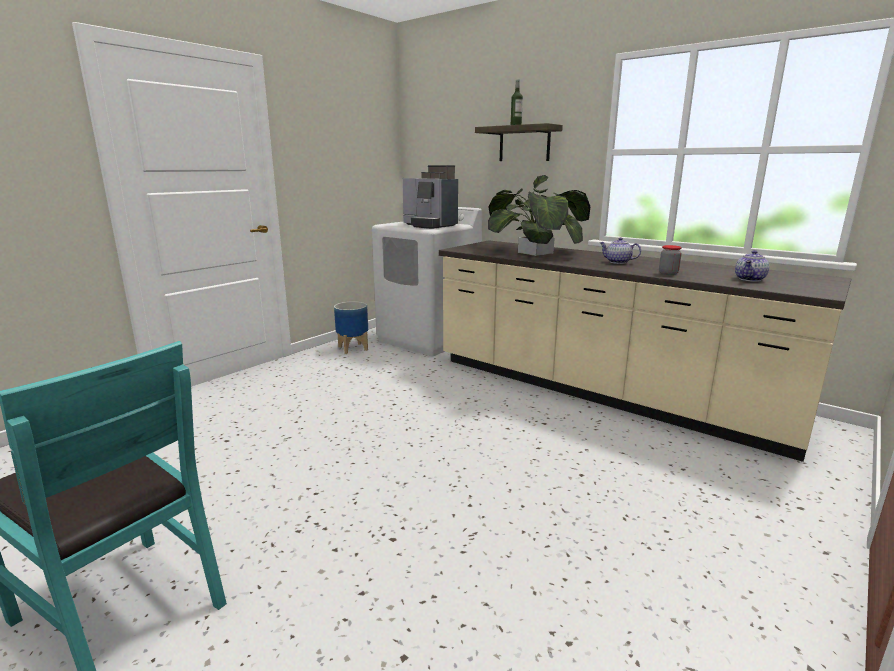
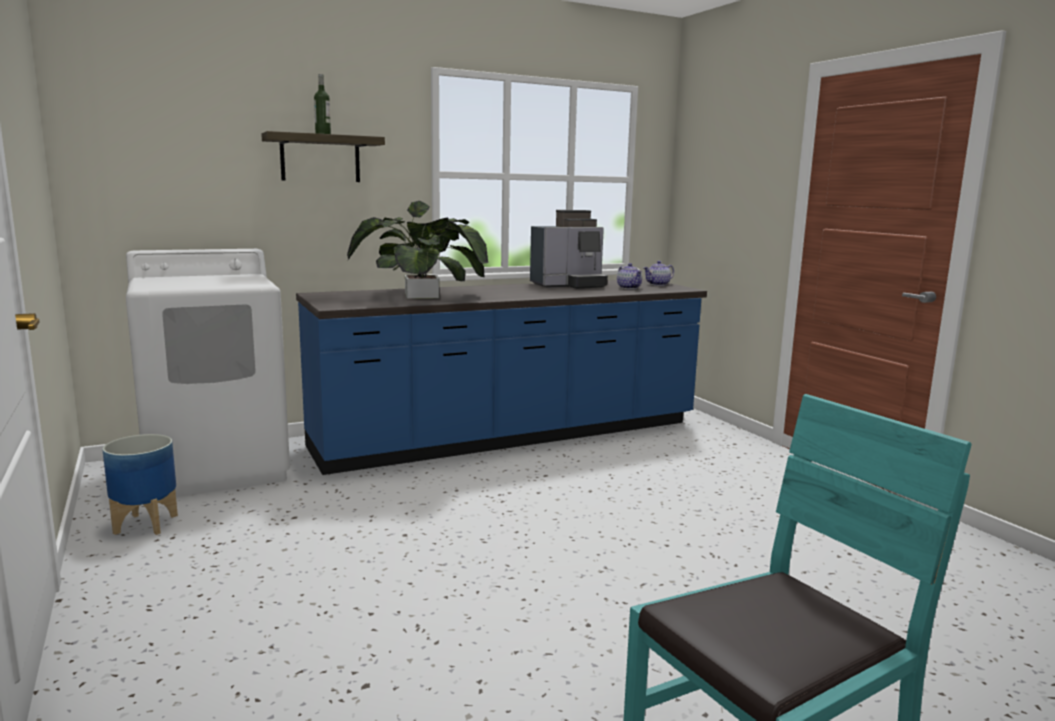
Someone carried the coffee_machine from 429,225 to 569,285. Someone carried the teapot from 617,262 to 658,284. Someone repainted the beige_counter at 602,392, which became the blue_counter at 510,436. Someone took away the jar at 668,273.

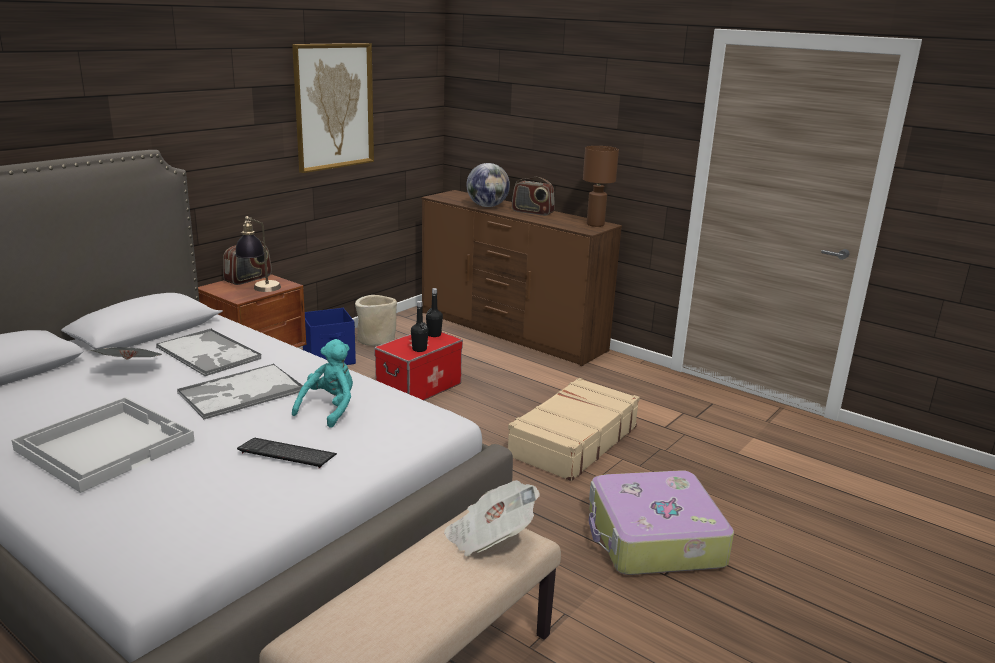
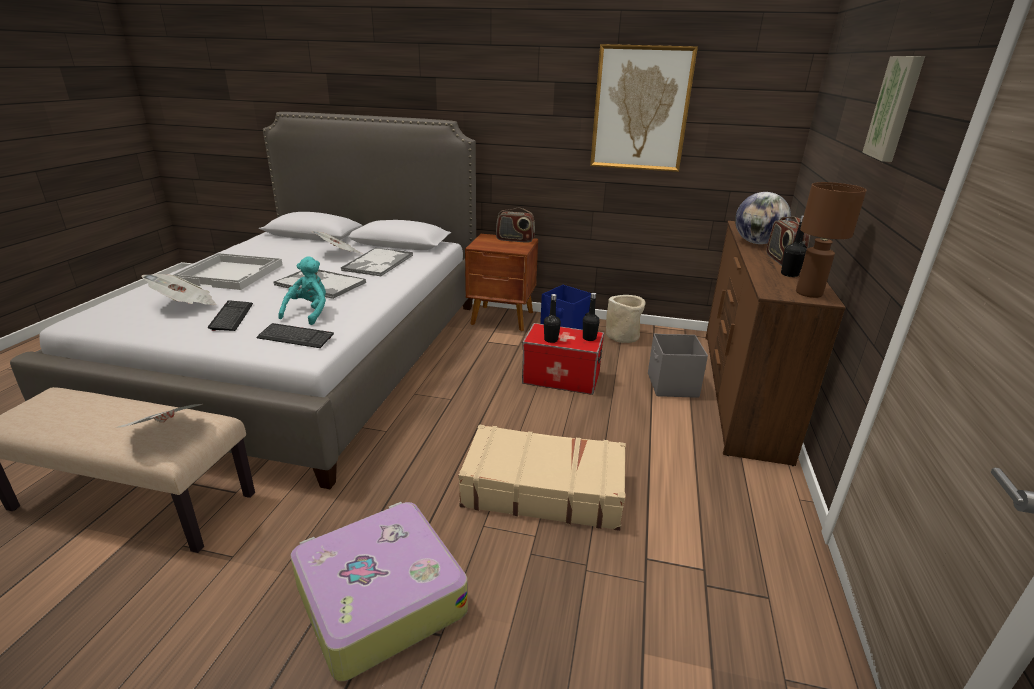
Someone took away the table_lamp at 260,291. Someone rotated the turquoise_plush_toy at 329,409 by 75 degrees counterclockwise. Someone put up the picture at 896,108. Someone put down the black_bottle at 789,274. Someone put down the newspaper at 185,304. Someone put down the keyboard at 295,337. Someone put down the grey_storage_box at 672,386.

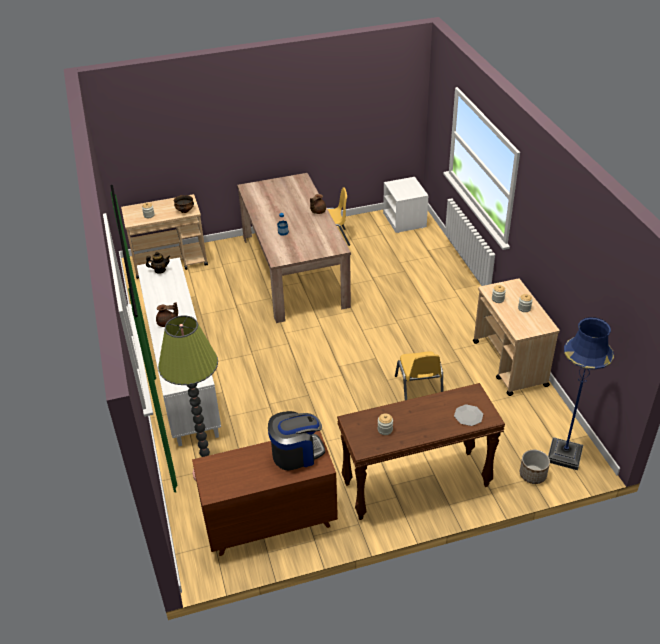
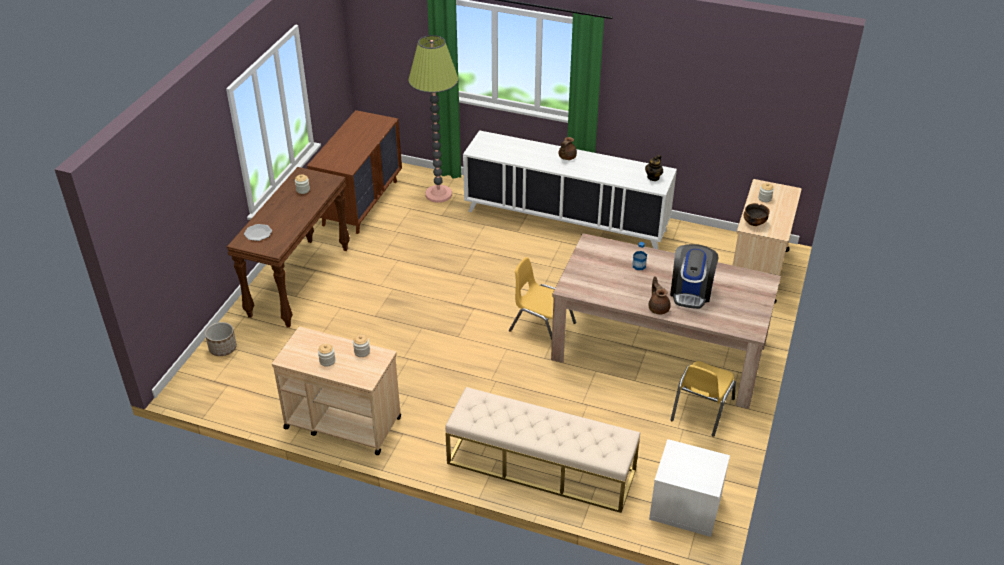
Someone took away the blue_floor_lamp at 564,455. Someone carried the yellow_chair from 419,390 to 541,327. Someone carried the coffee_machine from 296,453 to 691,292. Someone put down the beige_bench at 540,467.

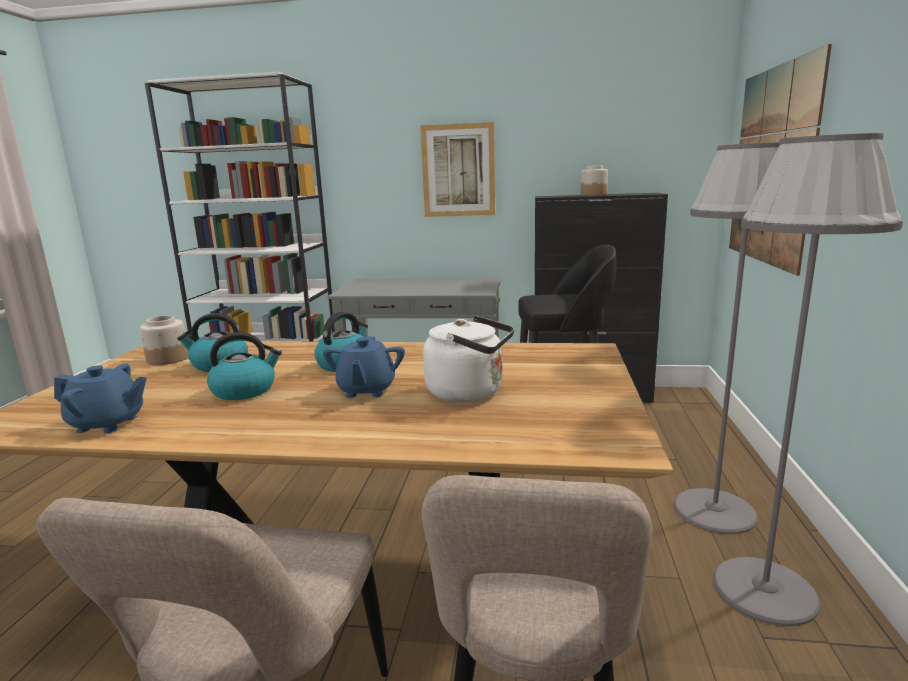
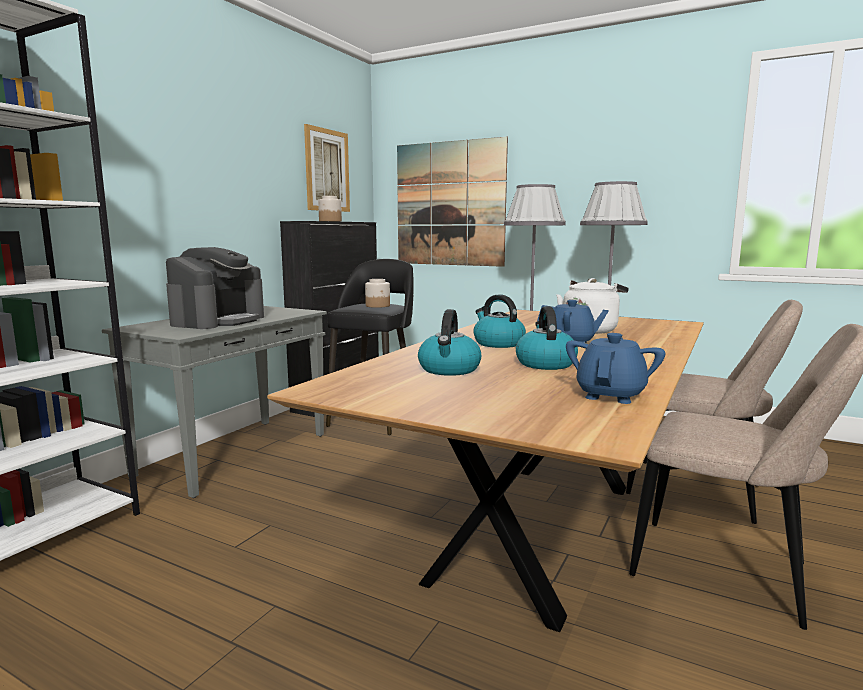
Someone carried the picture from 458,170 to 327,170. Someone carried the jar from 167,359 to 378,306. Someone put down the coffee_machine at 218,321.

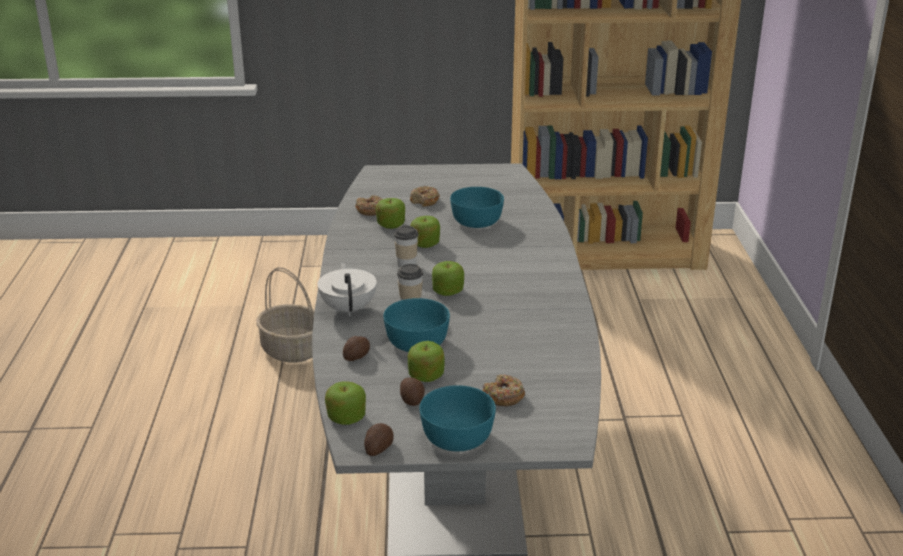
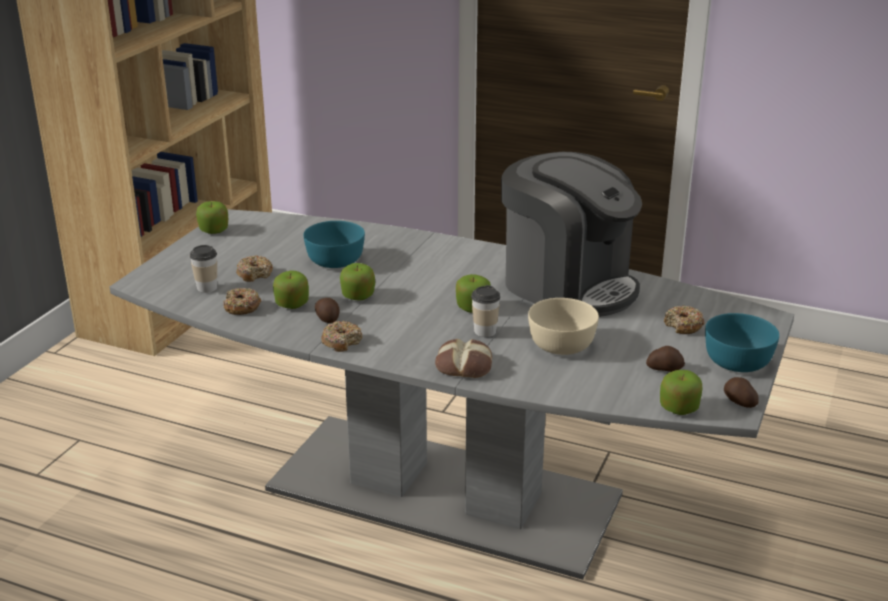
Someone carried the cup from 406,264 to 207,288. Someone swapped the white_teapot at 349,308 for the bread at 464,365. Someone took away the basket at 293,350. Someone repainted the turquoise_bowl at 416,342, which became the beige_bowl at 561,344. Someone carried the potato from 357,356 to 327,318. Someone carried the apple from 426,376 to 214,230. Someone put down the coffee_machine at 568,286. Someone put down the donut at 341,342.

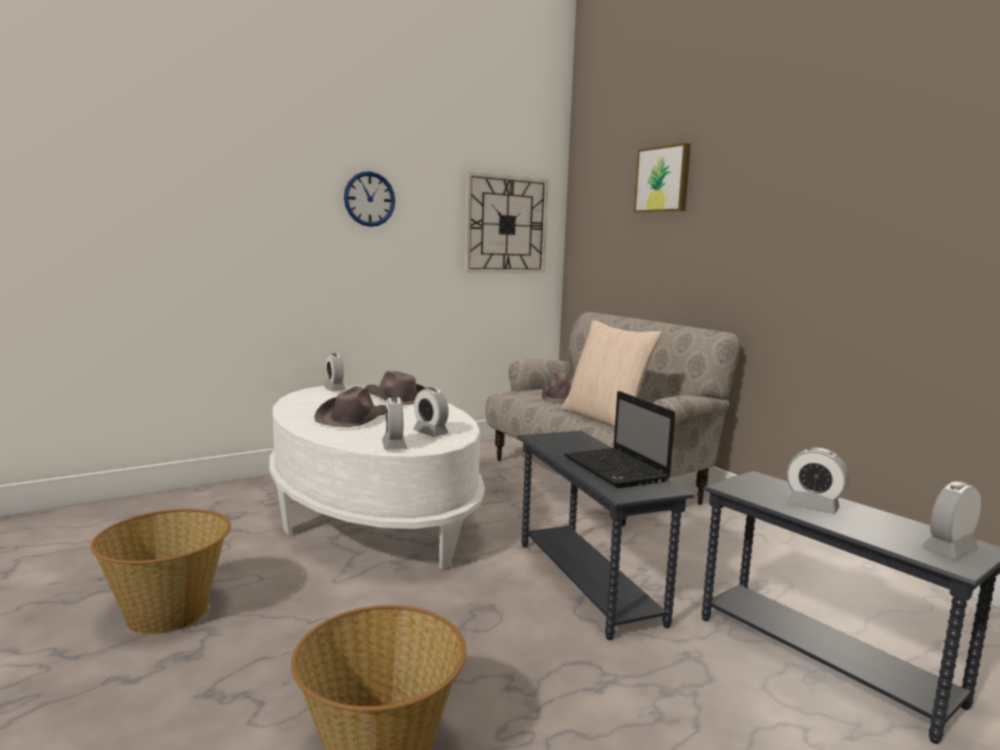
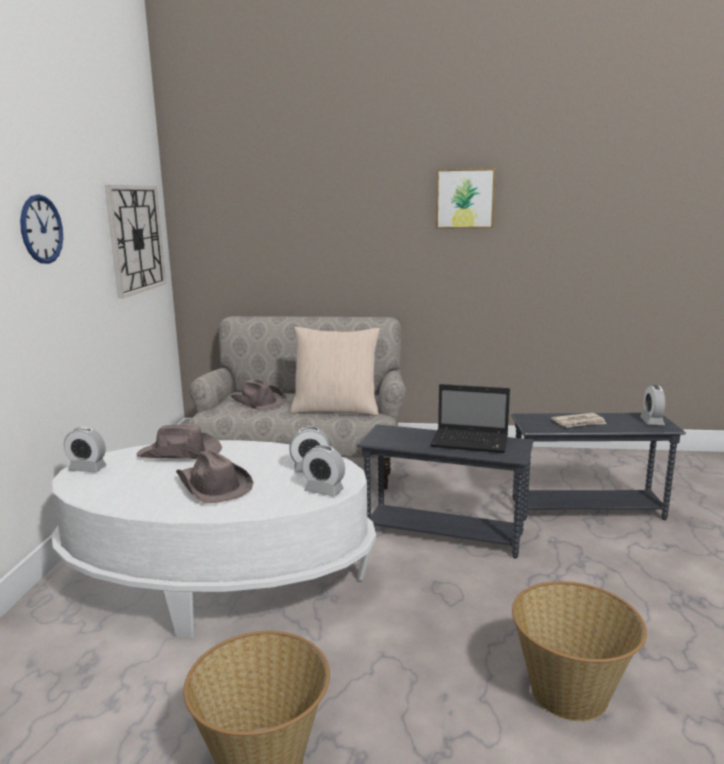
Someone carried the picture from 663,179 to 464,198. Someone swapped the alarm_clock at 813,506 for the newspaper at 579,423.

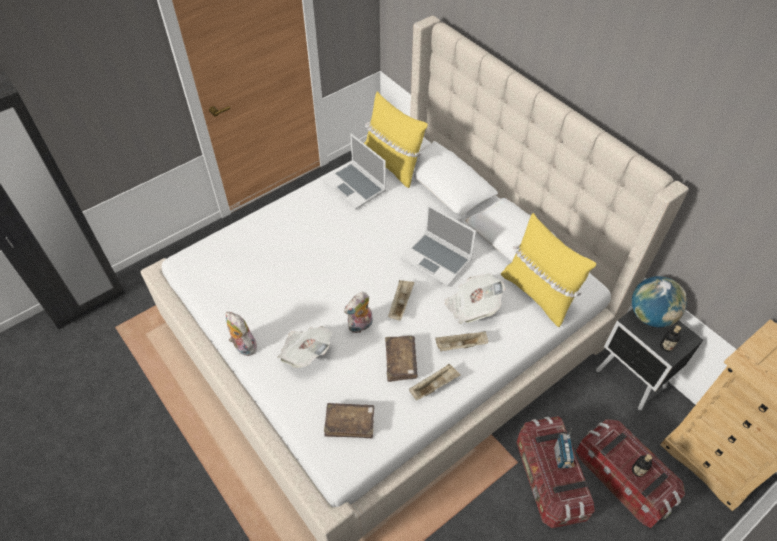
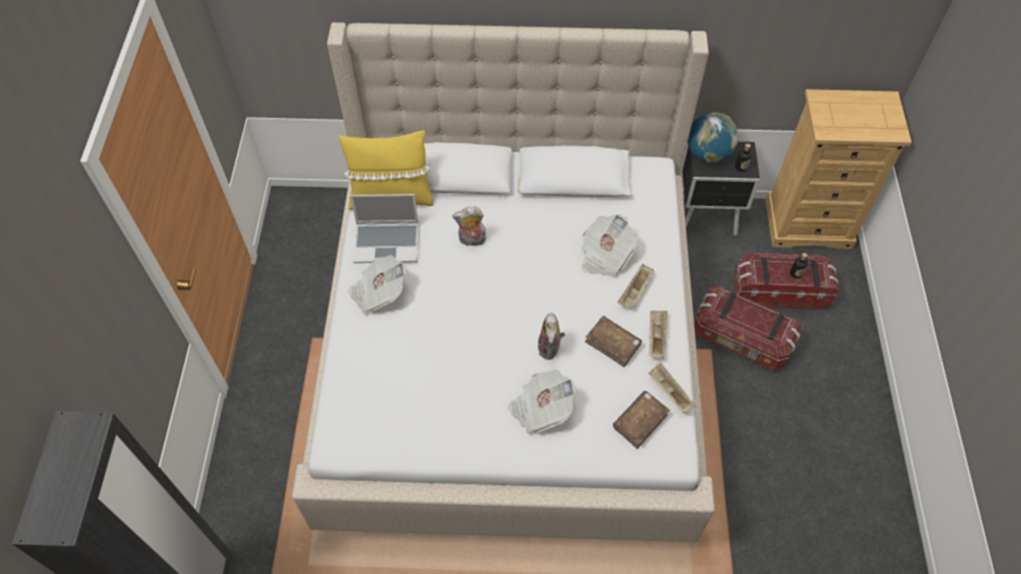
Someone took away the laptop at 437,260. Someone took away the yellow_pillow at 538,294. Someone carried the beige_tray from 400,304 to 669,392. Someone carried the plush_toy from 243,346 to 471,241. Someone took away the radio at 561,457. Someone put down the newspaper at 378,292.

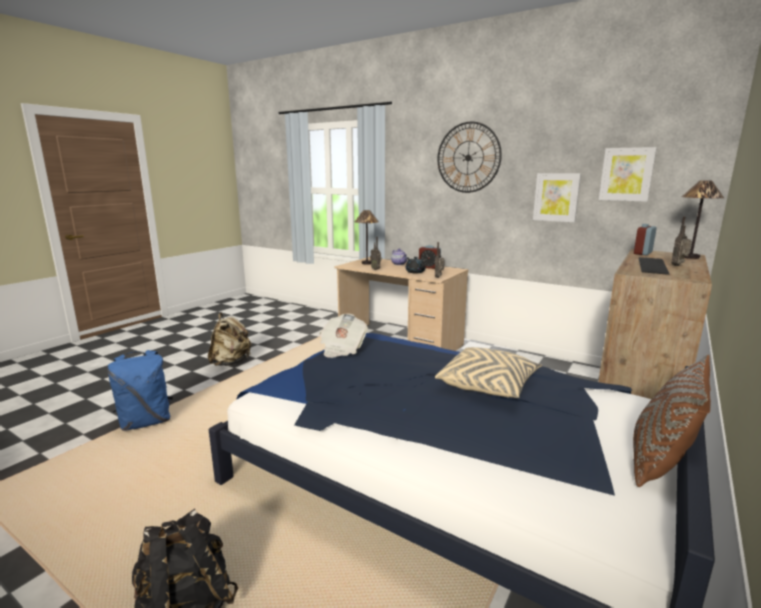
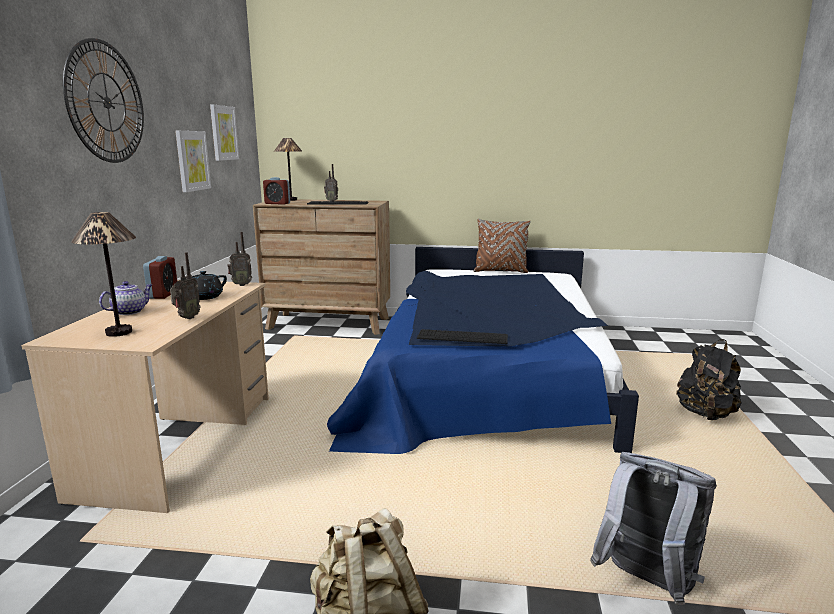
Someone swapped the newspaper at 342,348 for the keyboard at 462,337. Someone took away the beige_pillow at 488,385. Someone repainted the blue_backpack at 146,422, which became the grey_backpack at 645,583.

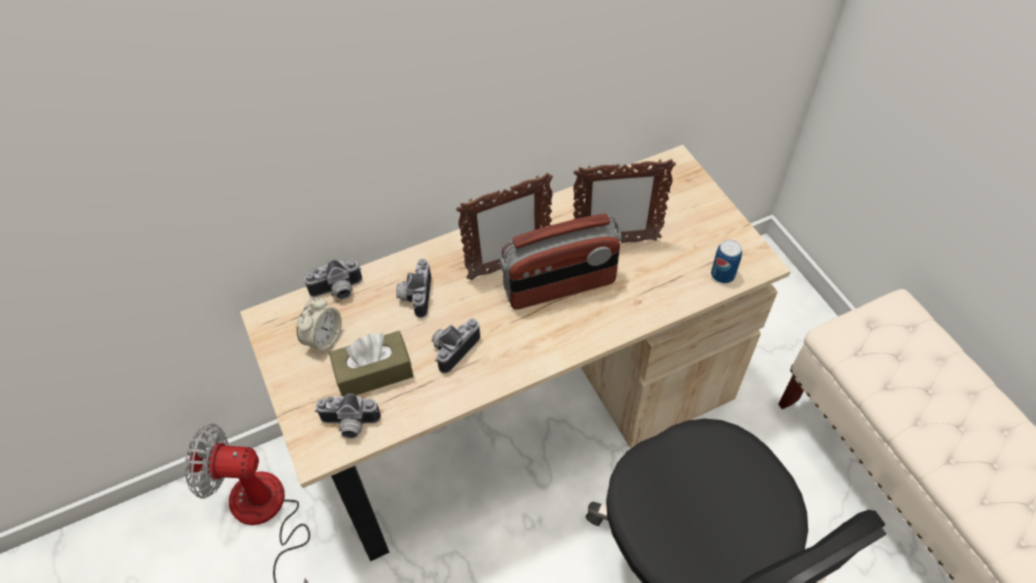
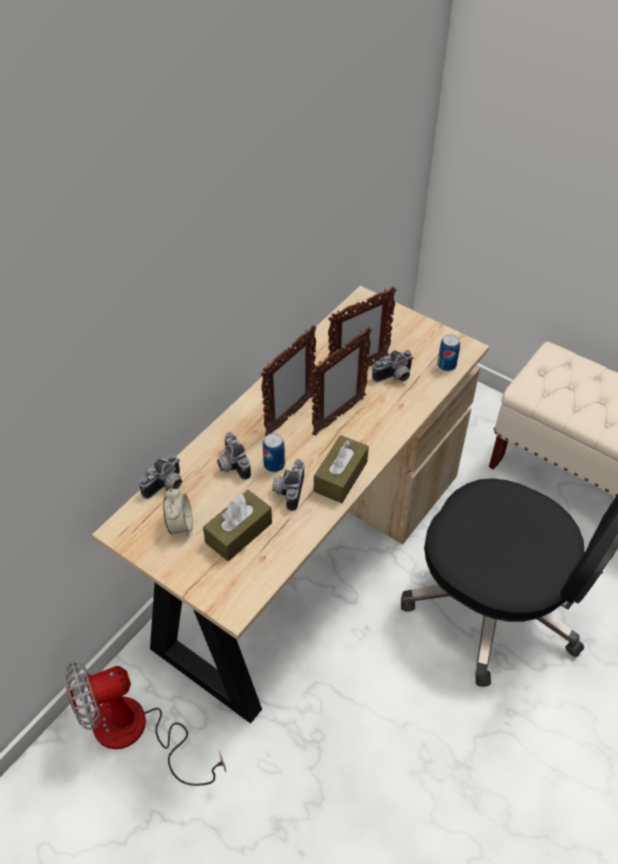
Someone swapped the radio at 560,286 for the picture_frame at 338,416. Someone carried the photo_camera from 349,425 to 394,377. Someone put down the can at 274,465. Someone put down the brown_tissue_box at 340,476.

